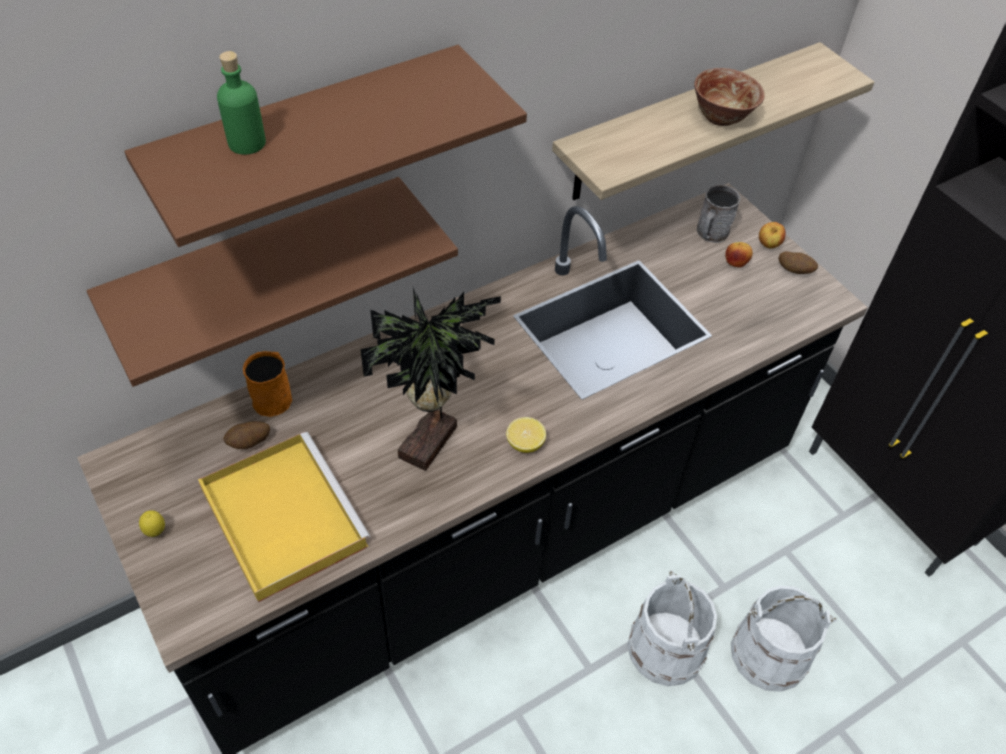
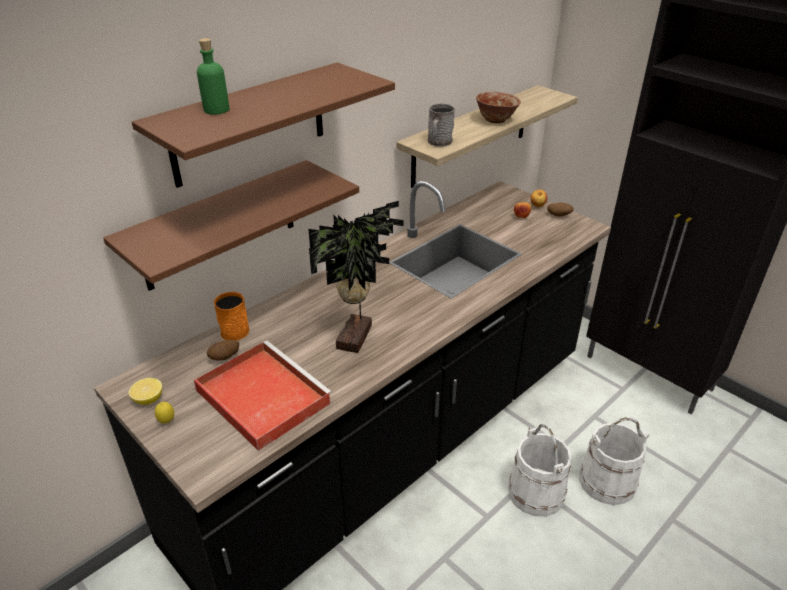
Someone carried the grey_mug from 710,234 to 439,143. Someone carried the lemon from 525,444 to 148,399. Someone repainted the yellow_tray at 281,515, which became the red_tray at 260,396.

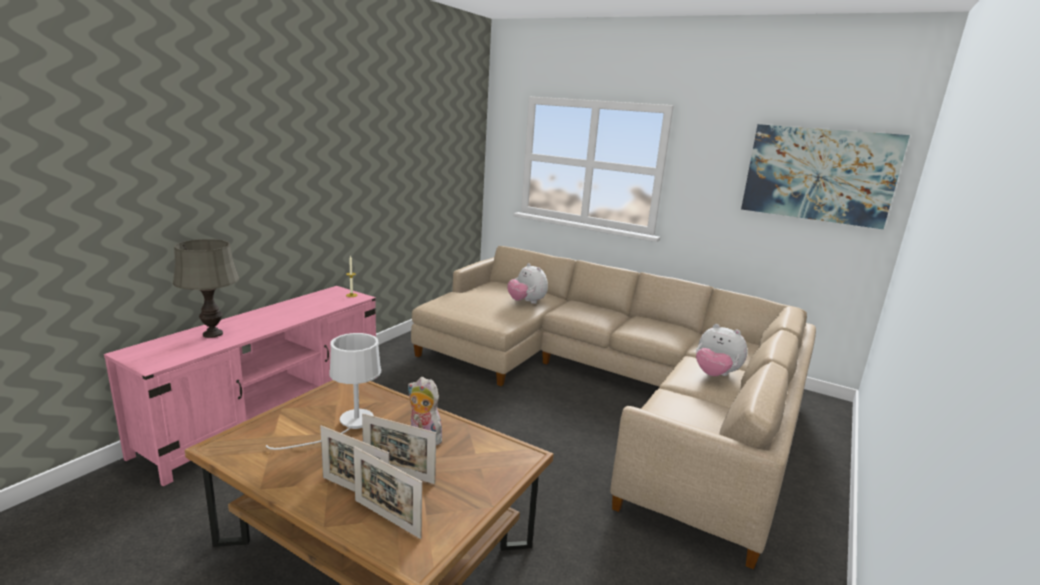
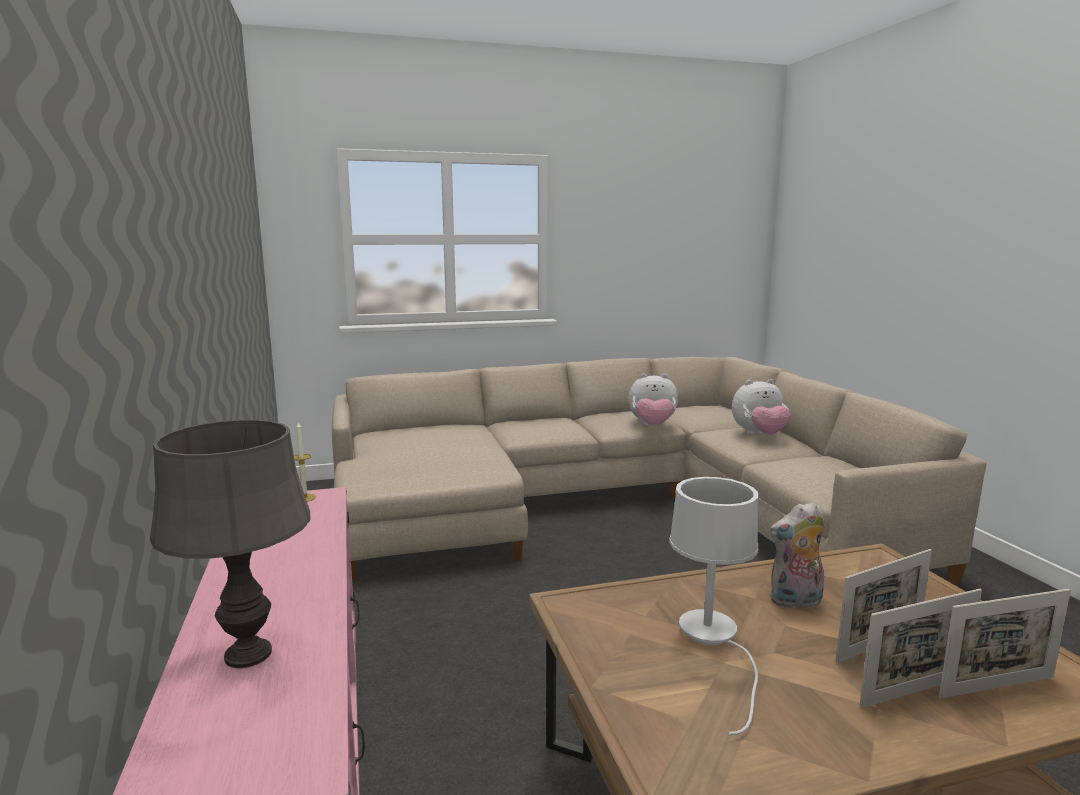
Someone took away the picture at 819,174. Someone carried the plush_toy from 526,302 to 652,426.

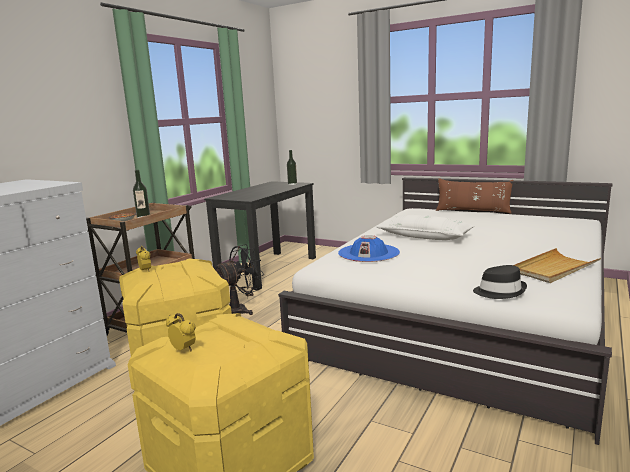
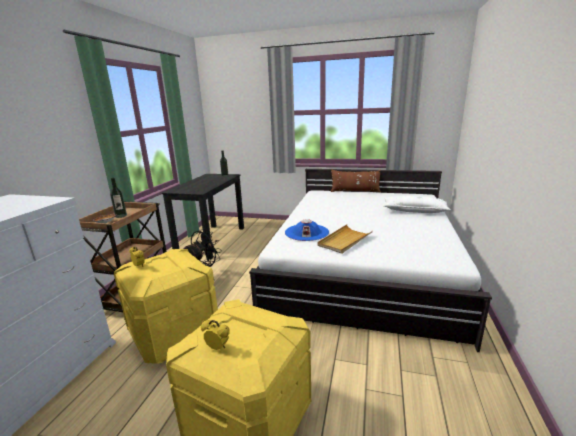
Someone carried the white_pillow from 424,236 to 414,210. Someone carried the beige_tray from 553,268 to 344,240. Someone took away the black_hat at 499,291.

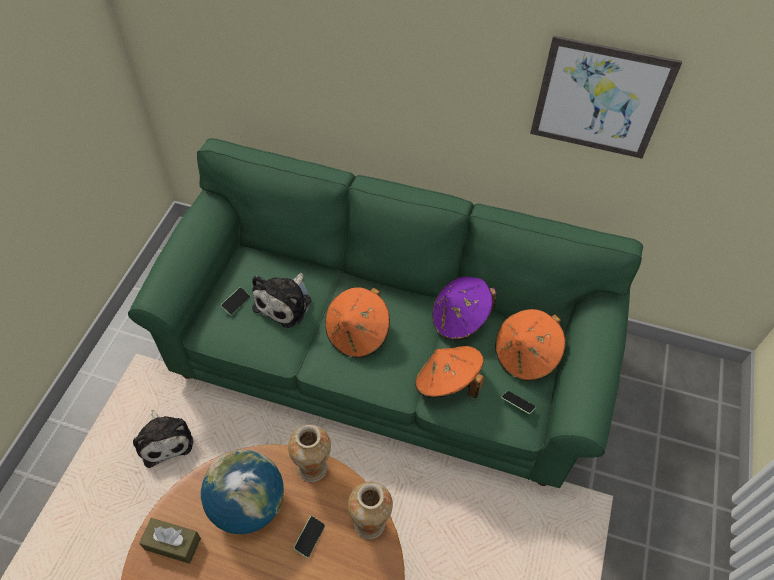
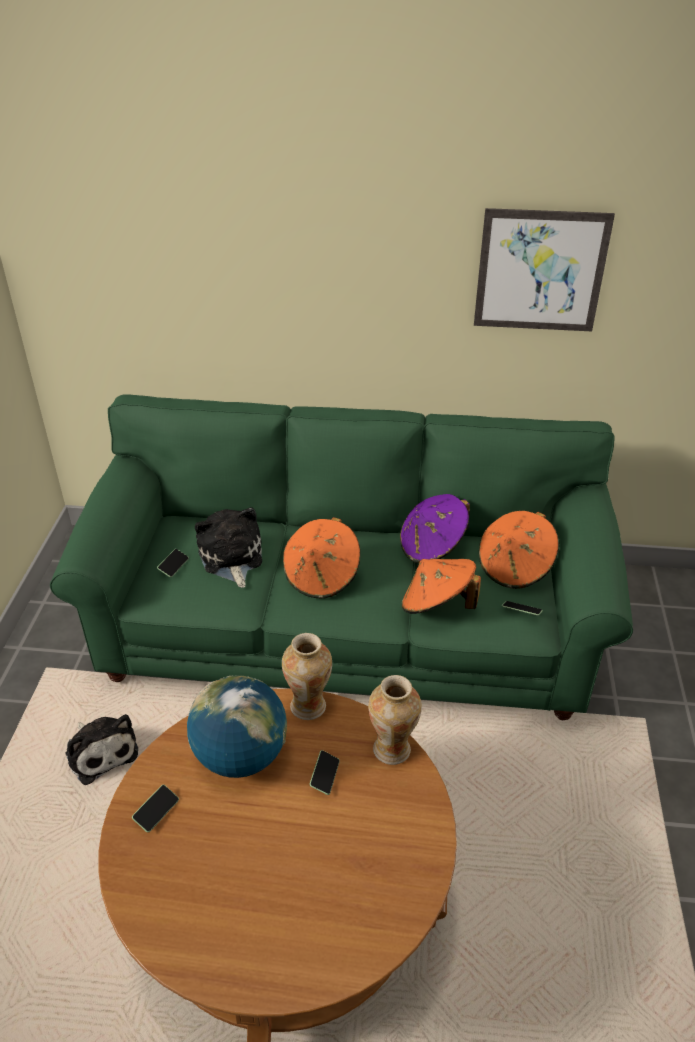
Someone rotated the plush_toy at 285,302 by 150 degrees clockwise. Someone swapped the brown_tissue_box at 172,543 for the phone at 156,812.

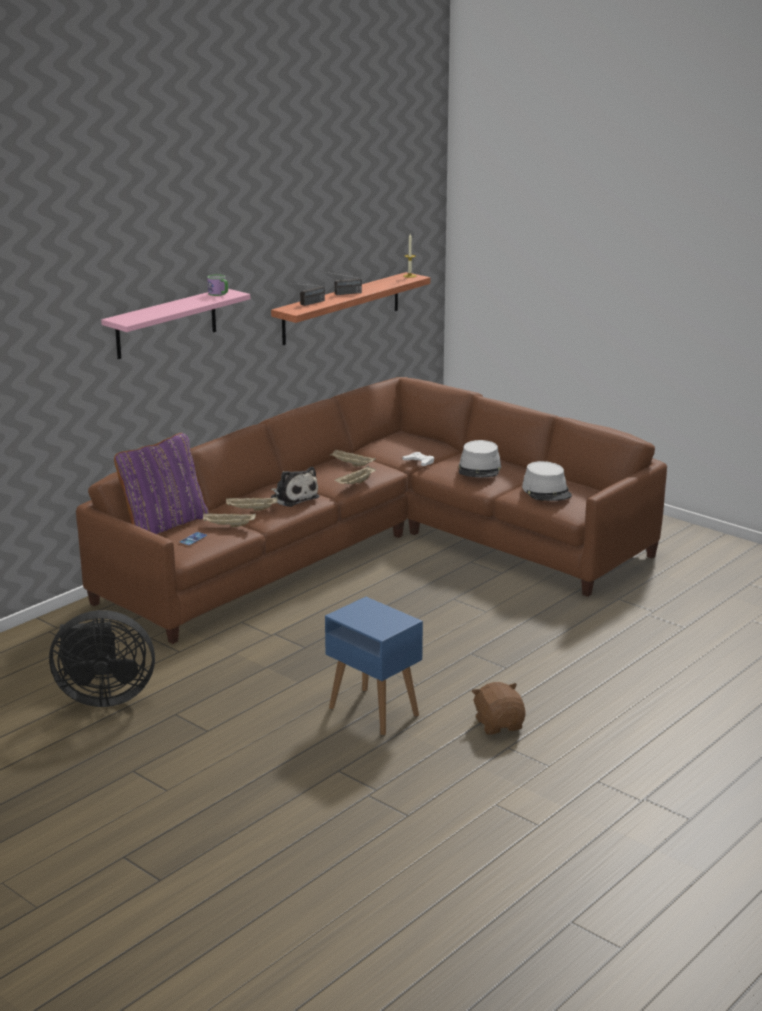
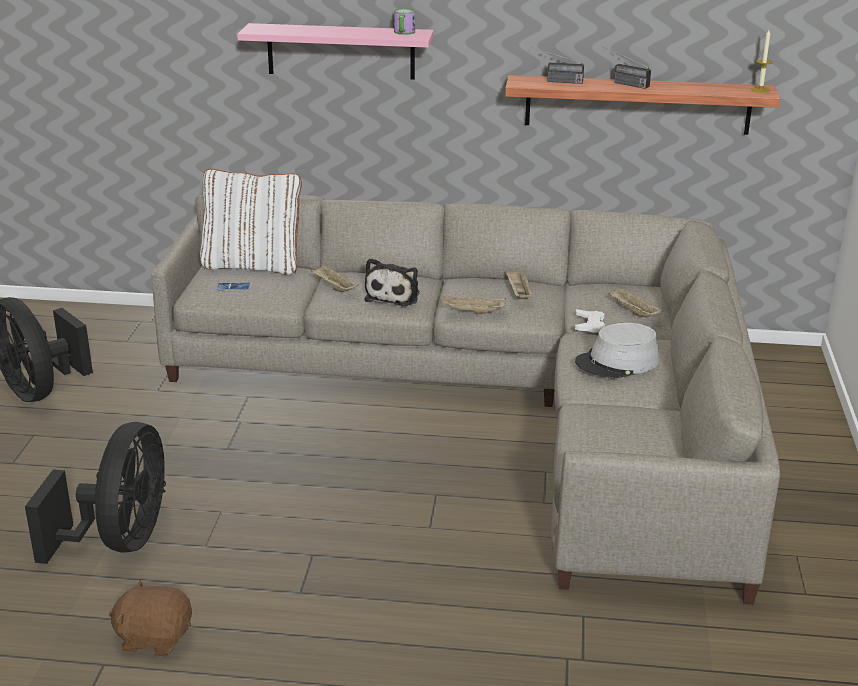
Someone repainted the brown_sofa at 376,547, which became the grey_sofa at 502,403. Someone repainted the purple_pillow at 164,525, which became the white_pillow at 253,265. Someone took away the grey_hat at 547,491. Someone carried the beige_tray from 228,526 to 633,312. Someone swapped the blue_side_table at 373,711 for the black_fan at 120,540. Someone rotated the brown_plush_toy at 499,724 by 120 degrees counterclockwise.

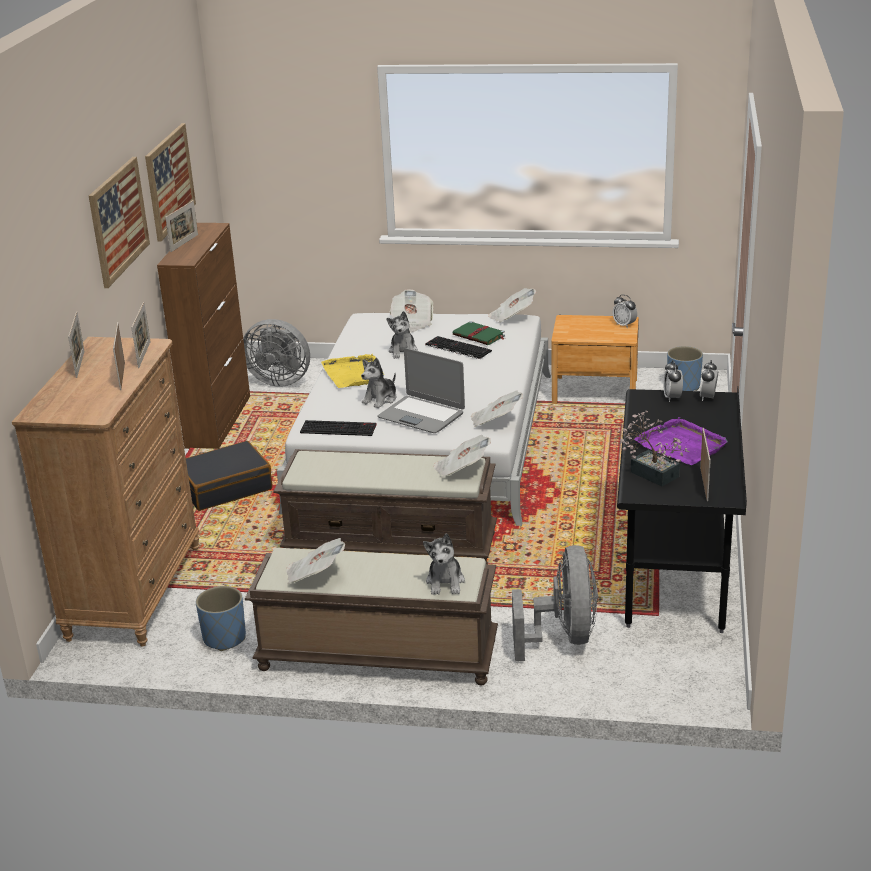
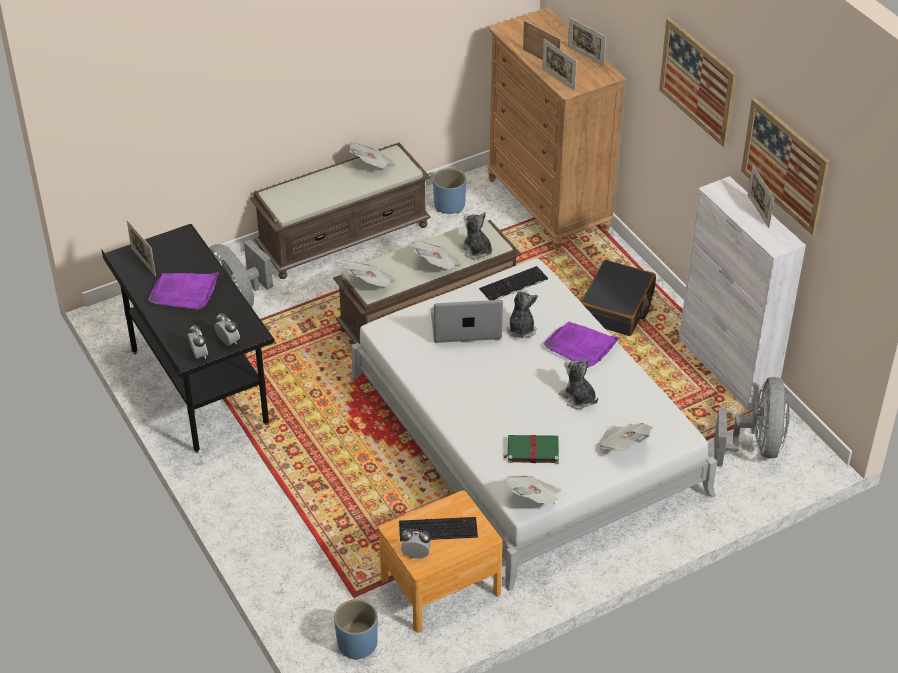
Someone repainted the brown_cabinet at 219,421, which became the white_cabinet at 727,369. Someone rotated the grey_fan at 280,380 by 120 degrees clockwise. Someone carried the keyboard from 457,348 to 439,528. Someone repainted the yellow_tray at 354,374, which became the purple_tray at 580,346. Someone carried the newspaper from 495,421 to 438,265. Someone took away the potted_plant at 650,472. Someone carried the plush_toy from 445,582 to 476,250.

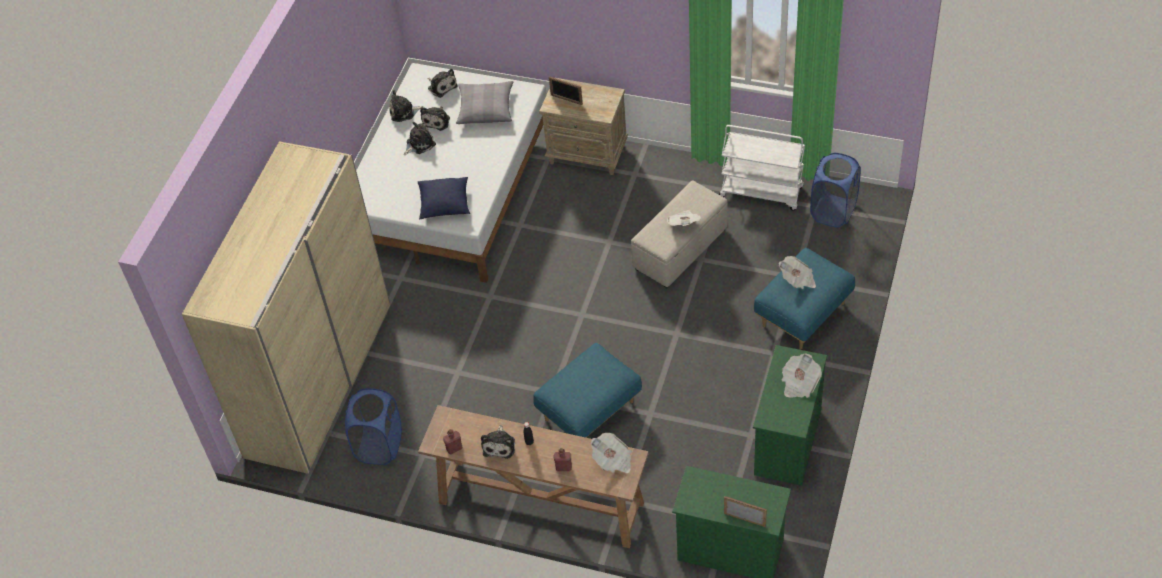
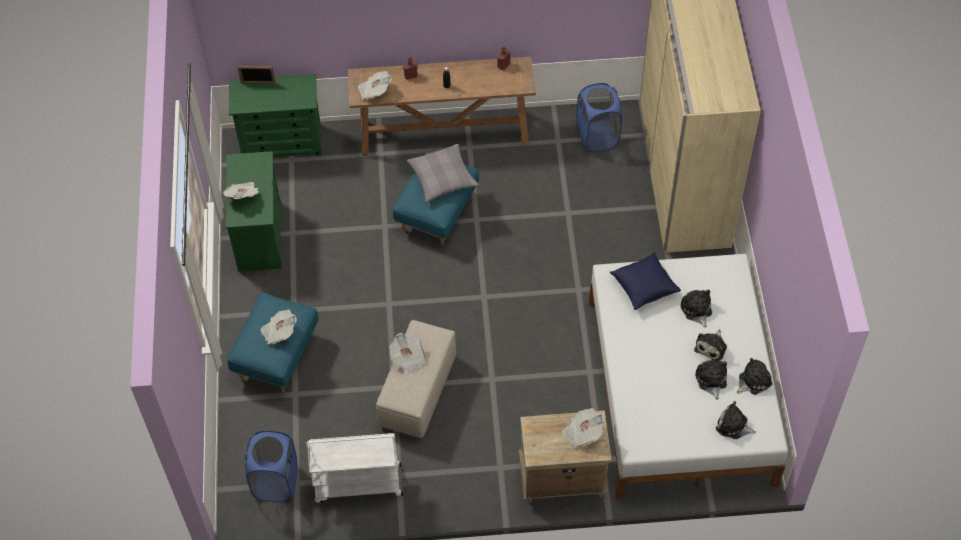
Someone swapped the picture_frame at 566,99 for the newspaper at 582,433. Someone carried the grey_pillow from 485,108 to 442,178. Someone carried the plush_toy from 499,445 to 696,310.

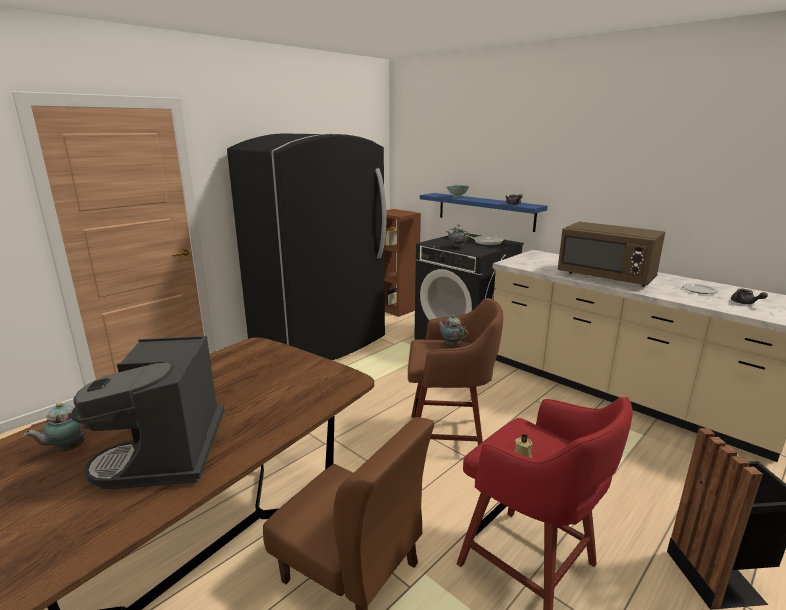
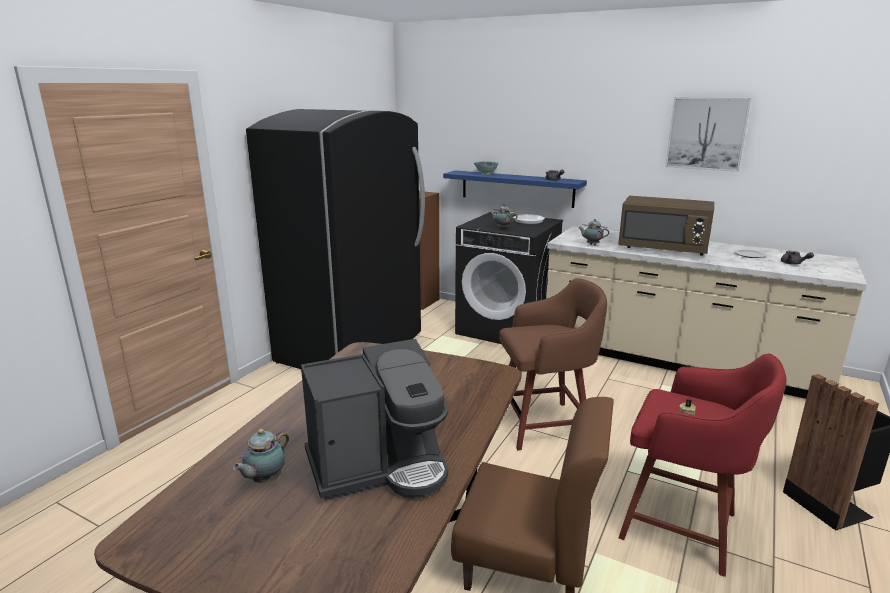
Someone carried the teapot from 451,344 to 591,244. Someone rotated the coffee_machine at 167,453 by 90 degrees counterclockwise. Someone put up the picture at 706,133.

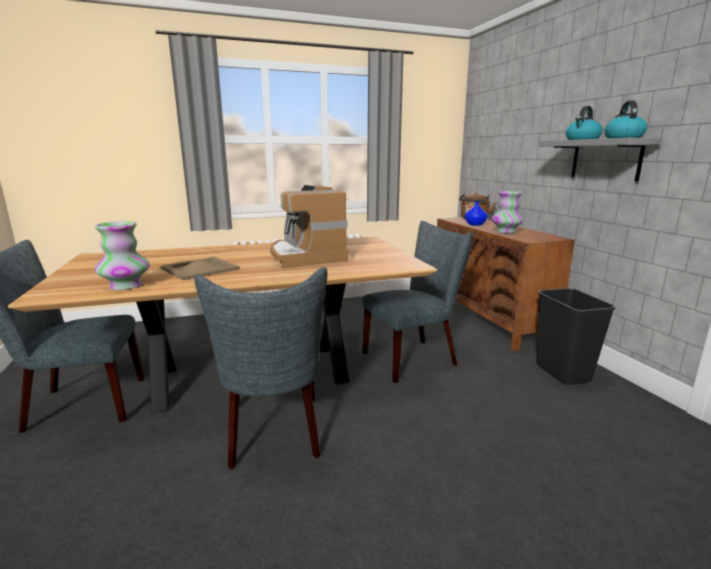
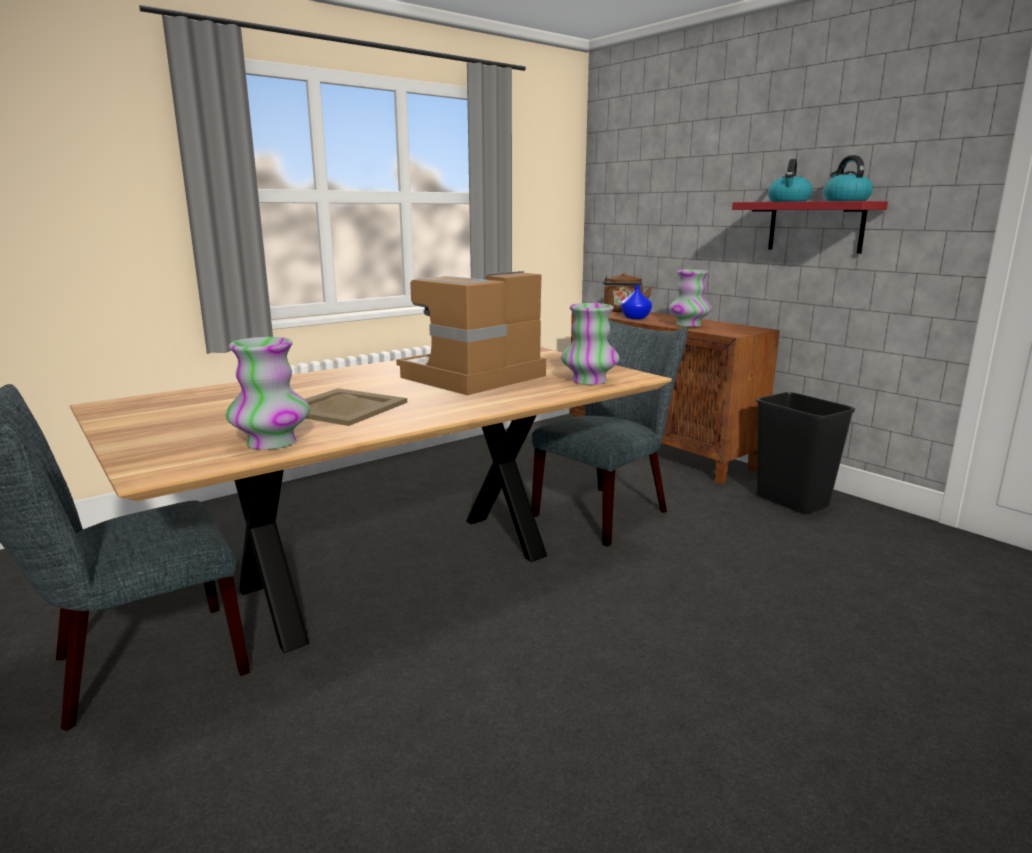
Someone repainted the grey_shelf at 605,159, which became the red_shelf at 815,226. Someone rotated the coffee_machine at 305,256 by 90 degrees clockwise. Someone took away the grey_chair at 274,434. Someone put down the vase at 588,381.

